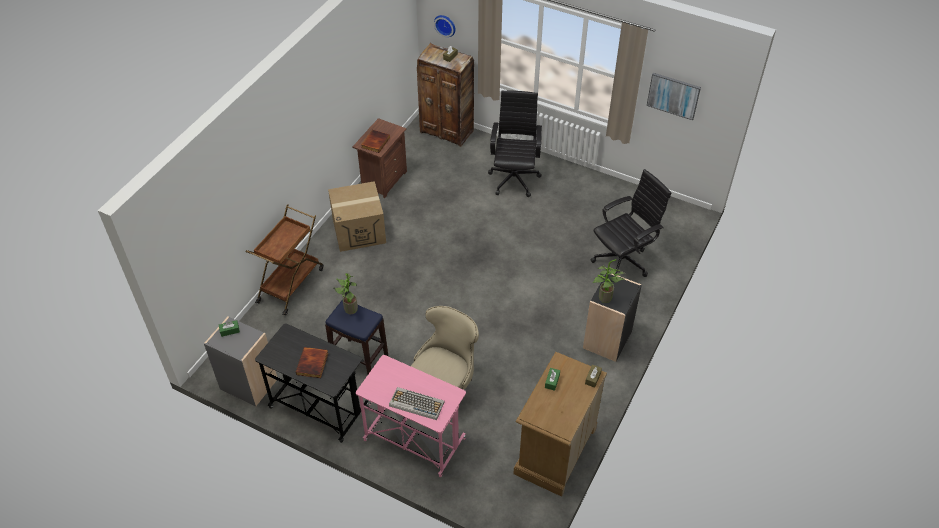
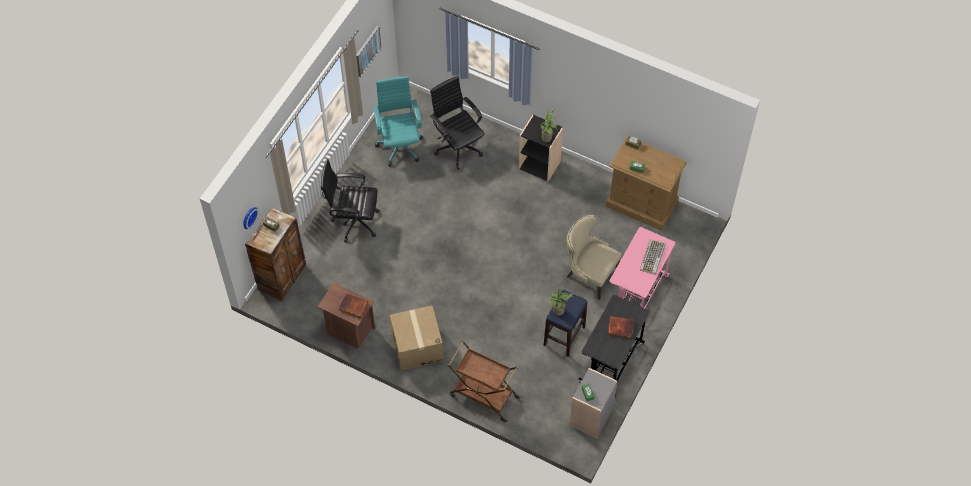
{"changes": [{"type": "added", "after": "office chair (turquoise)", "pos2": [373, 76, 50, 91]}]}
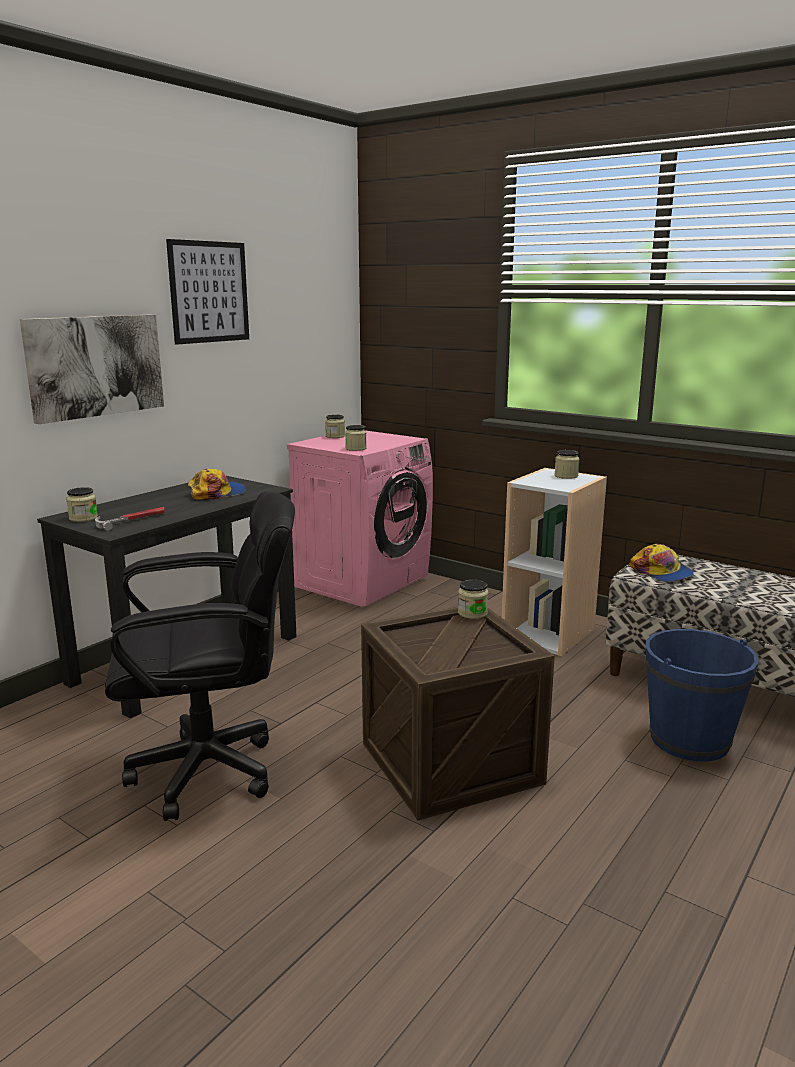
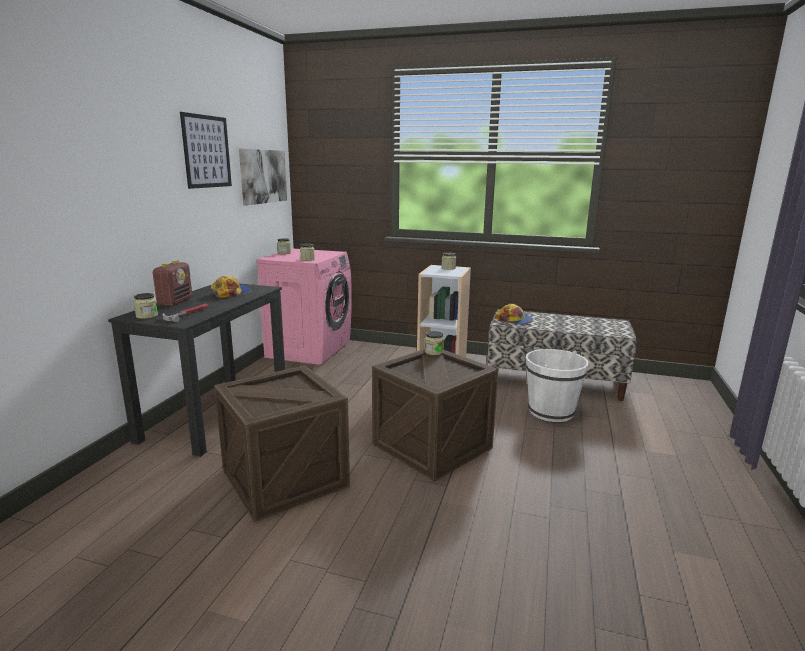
{"changes": [{"type": "moved", "before": "picture", "pos1": [20, 314, 144, 110], "pos2": [239, 149, 48, 56]}, {"type": "replaced", "before": "office chair (black-coloured)", "after": "shipping crate", "pos1": [105, 491, 190, 330], "pos2": [214, 366, 136, 156]}, {"type": "recoloured", "before": "bucket (blue-coloured)", "after": "bucket (whitish)", "pos1": [645, 629, 114, 132], "pos2": [526, 349, 63, 73]}, {"type": "added", "after": "radio receiver", "pos2": [153, 260, 39, 46]}]}
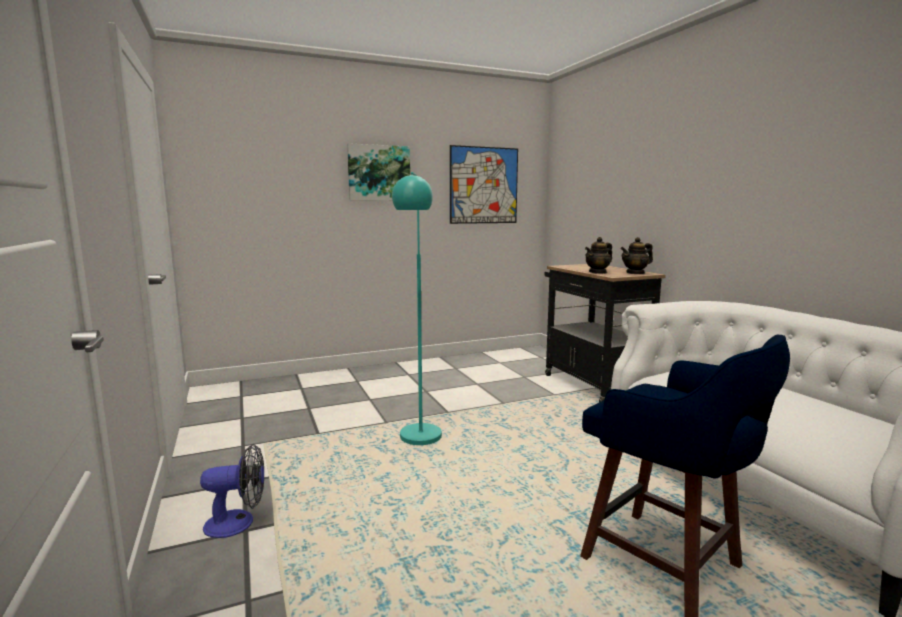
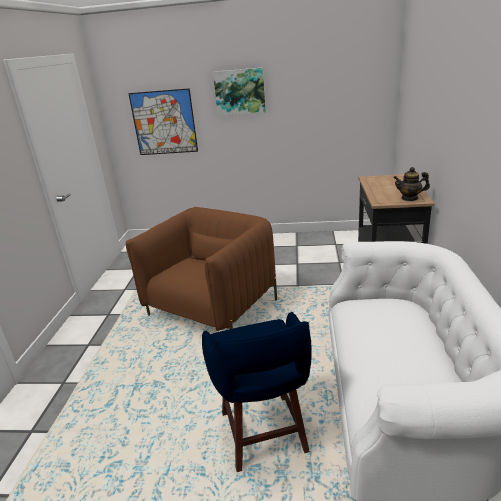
{"changes": [{"type": "moved", "before": "picture", "pos1": [450, 145, 68, 79], "pos2": [128, 88, 70, 67]}, {"type": "replaced", "before": "standing lamp (turquoise)", "after": "easy chair (brown-coloured)", "pos1": [392, 172, 50, 273], "pos2": [126, 207, 151, 124]}, {"type": "removed", "before": "tea pot", "pos1": [585, 237, 27, 37]}, {"type": "removed", "before": "fan", "pos1": [200, 444, 64, 94]}]}
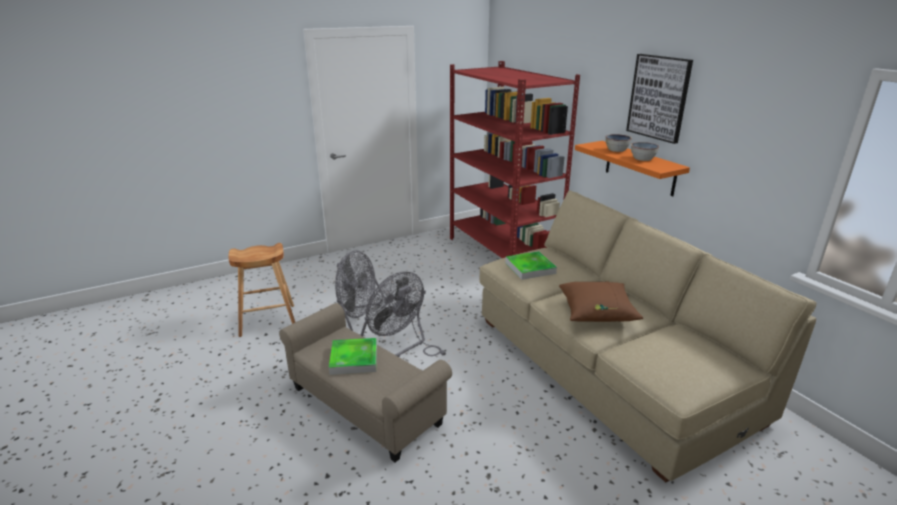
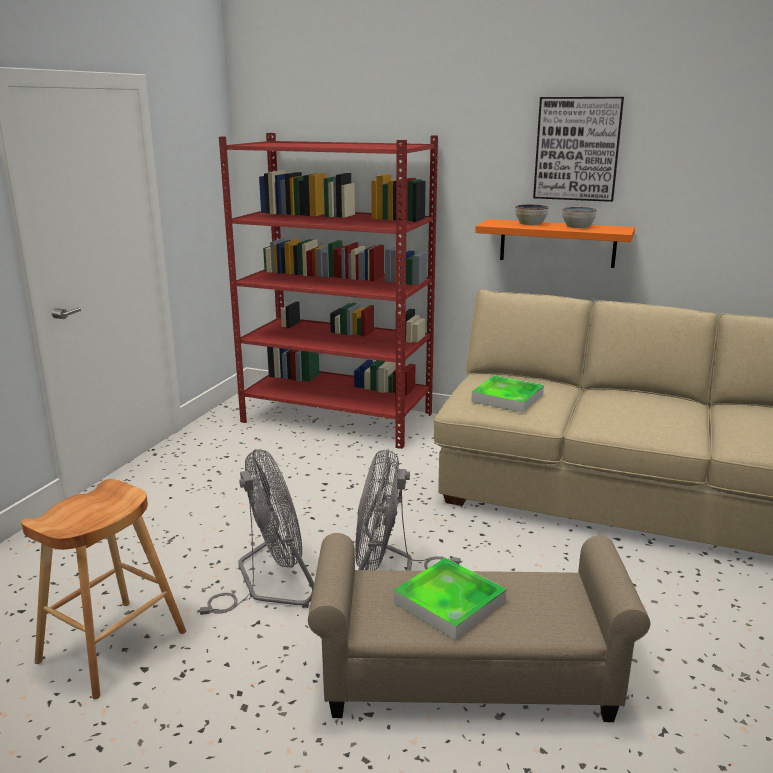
{"changes": [{"type": "removed", "before": "cushion (brown-coloured)", "pos1": [559, 282, 84, 40]}]}
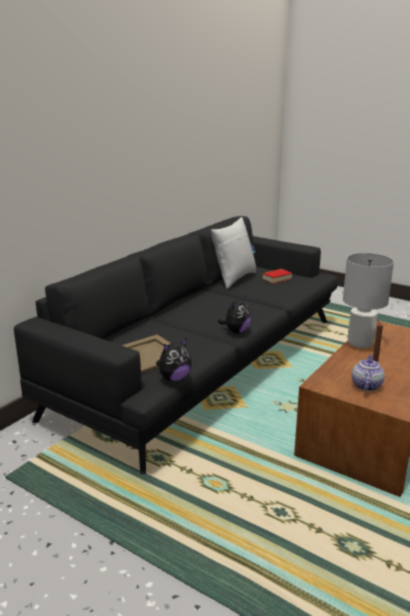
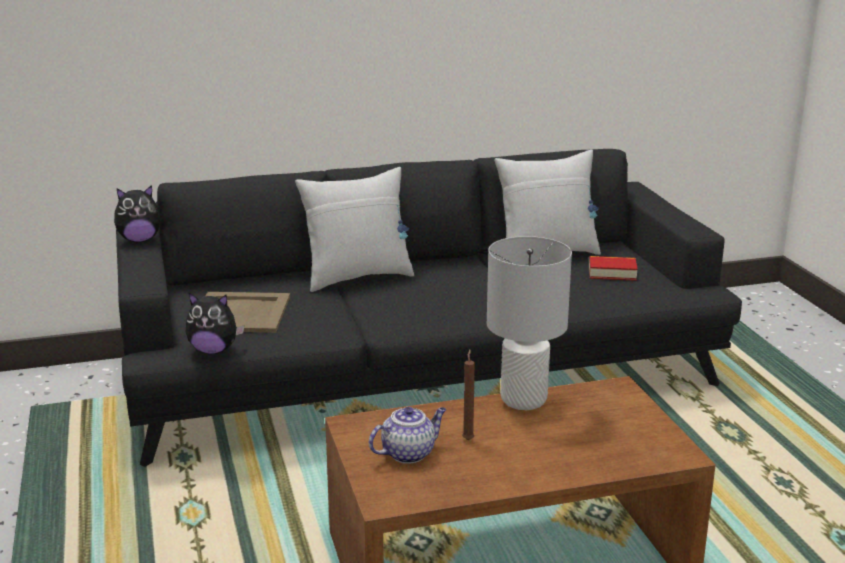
{"changes": [{"type": "moved", "before": "cuddly toy", "pos1": [218, 295, 33, 38], "pos2": [114, 185, 47, 57]}, {"type": "added", "after": "cushion (gray)", "pos2": [295, 167, 119, 125]}]}
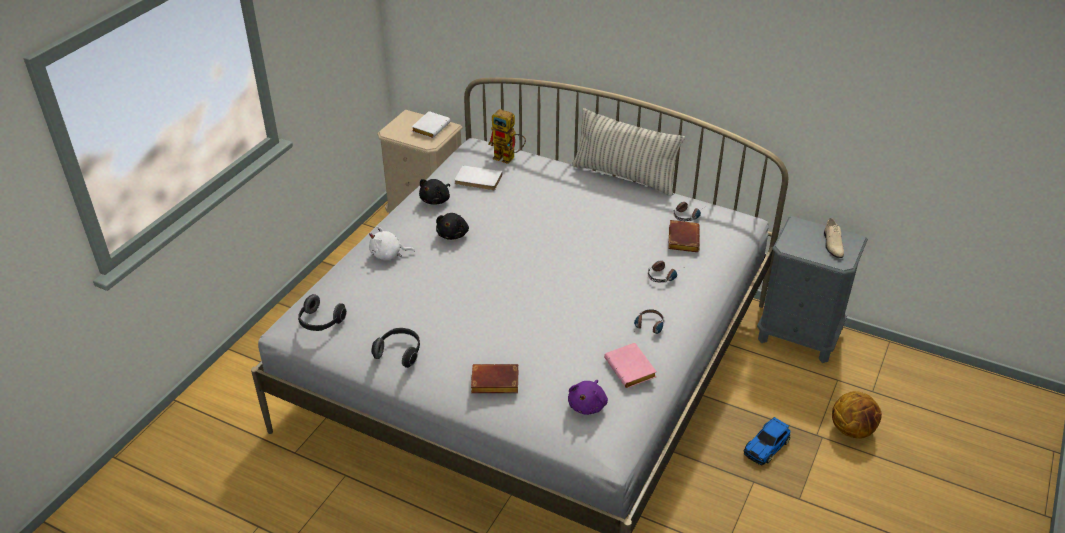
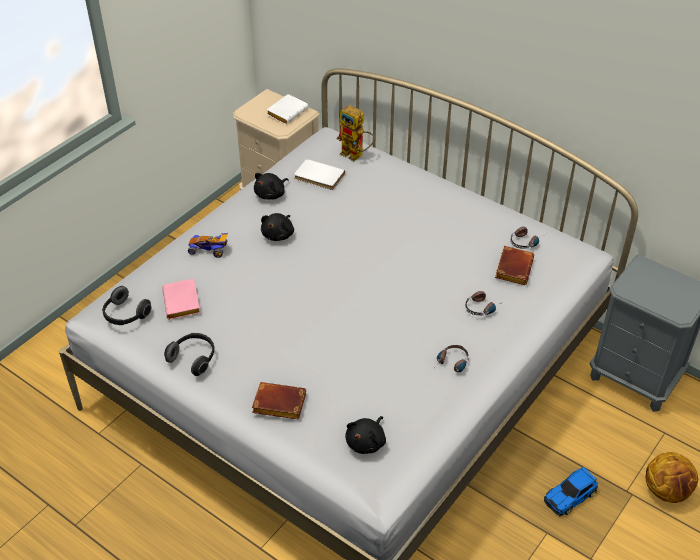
{"changes": [{"type": "removed", "before": "cushion", "pos1": [572, 108, 113, 88]}, {"type": "removed", "before": "item of footwear (sand-coloured)", "pos1": [824, 218, 20, 40]}, {"type": "replaced", "before": "cuddly toy (whitish)", "after": "miniature car", "pos1": [369, 226, 46, 34], "pos2": [188, 233, 40, 25]}, {"type": "moved", "before": "volume (pink-coloured)", "pos1": [604, 343, 53, 45], "pos2": [162, 279, 39, 40]}, {"type": "recoloured", "before": "cuddly toy (purple)", "after": "cuddly toy (black-coloured)", "pos1": [568, 380, 40, 35], "pos2": [345, 416, 41, 38]}]}
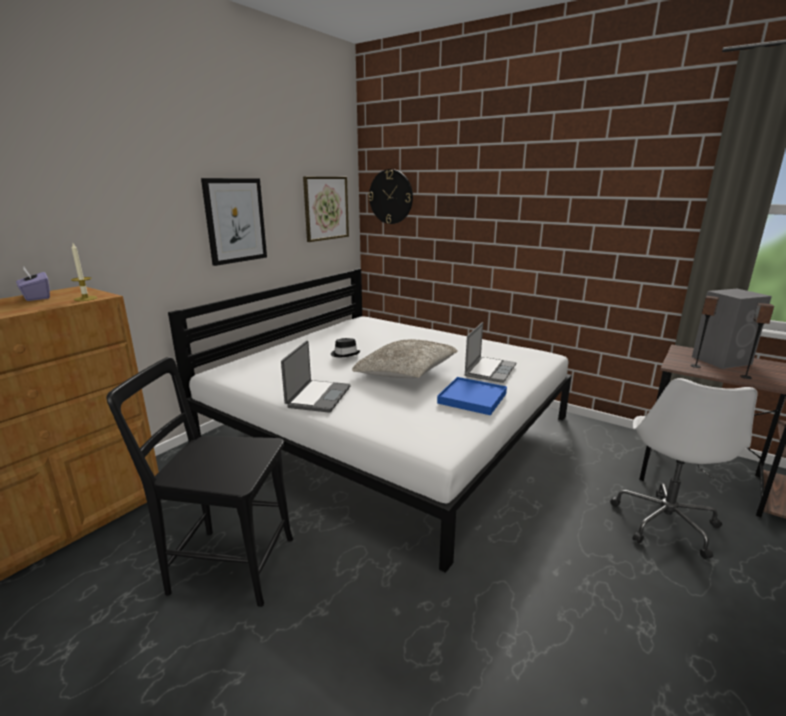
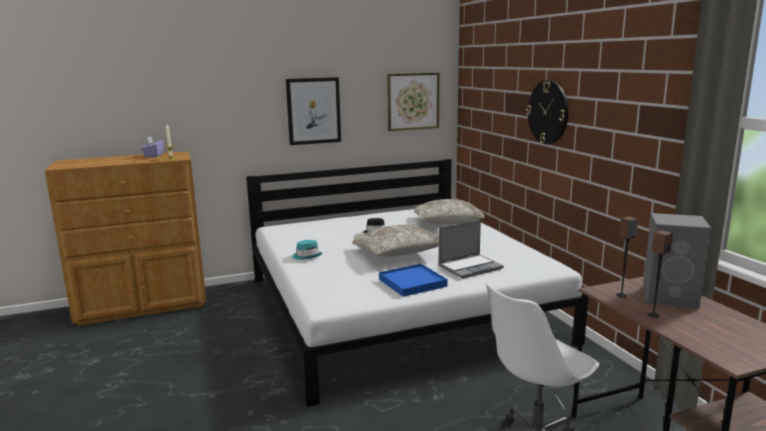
{"changes": [{"type": "moved", "before": "clock on the wall", "pos1": [368, 169, 45, 55], "pos2": [526, 80, 42, 64]}, {"type": "replaced", "before": "notebook computer", "after": "clothing hat (turquoise)", "pos1": [281, 341, 70, 72], "pos2": [292, 240, 30, 20]}, {"type": "removed", "before": "plain chair (black-coloured)", "pos1": [106, 357, 187, 250]}, {"type": "added", "after": "cushion (sand-coloured)", "pos2": [414, 199, 70, 25]}]}
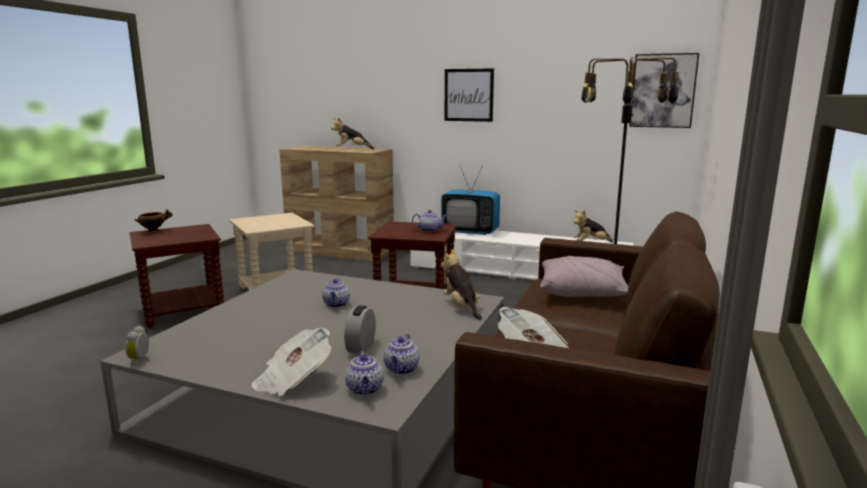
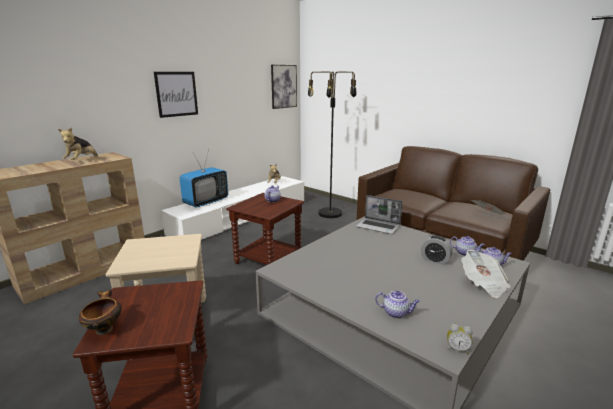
{"changes": [{"type": "replaced", "before": "cuddly toy", "after": "notebook computer", "pos1": [441, 249, 41, 71], "pos2": [356, 195, 47, 39]}, {"type": "removed", "before": "cushion (purple)", "pos1": [540, 256, 88, 41]}, {"type": "moved", "before": "tea pot", "pos1": [322, 278, 28, 30], "pos2": [375, 291, 45, 27]}]}
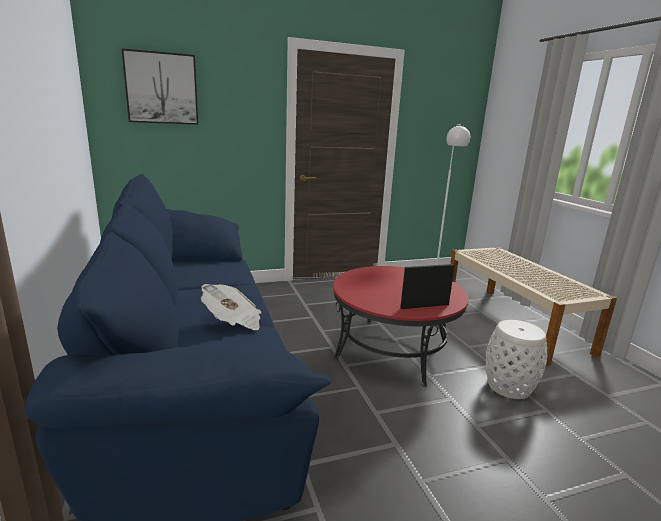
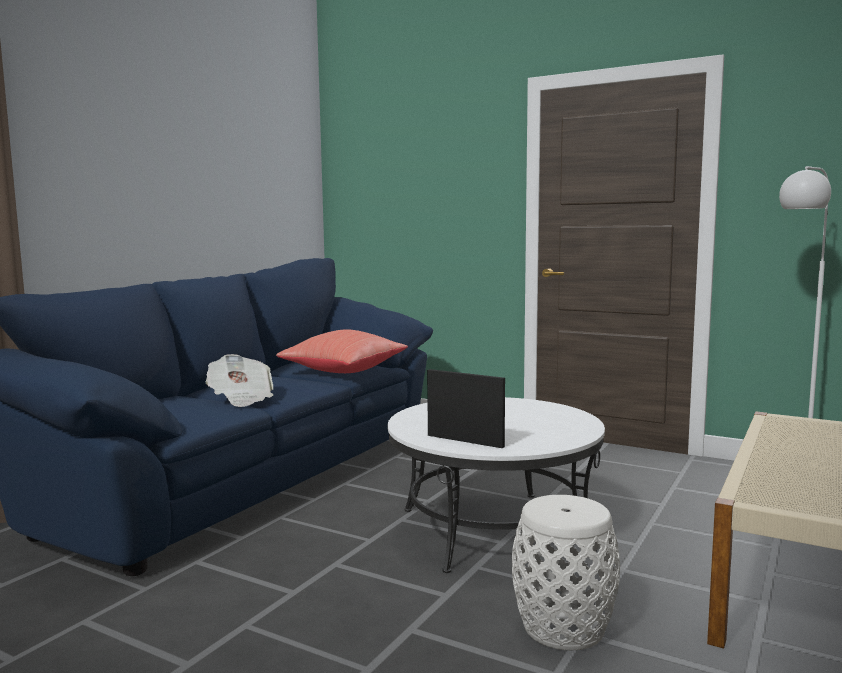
{"changes": [{"type": "removed", "before": "picture", "pos1": [121, 48, 77, 77]}, {"type": "recoloured", "before": "lounge table (reddish)", "after": "lounge table (whitish)", "pos1": [333, 266, 136, 120], "pos2": [387, 397, 218, 176]}, {"type": "added", "after": "cushion (reddish)", "pos2": [276, 329, 132, 44]}]}
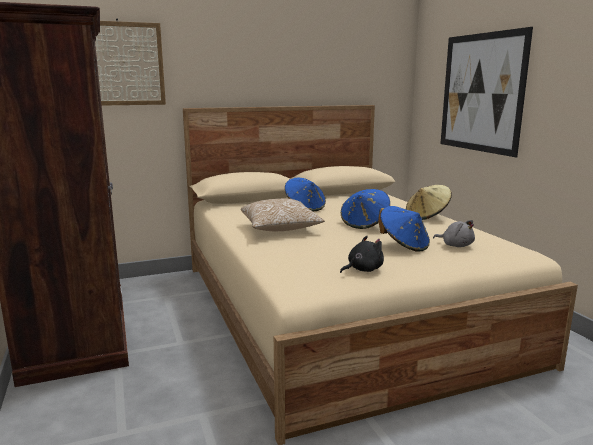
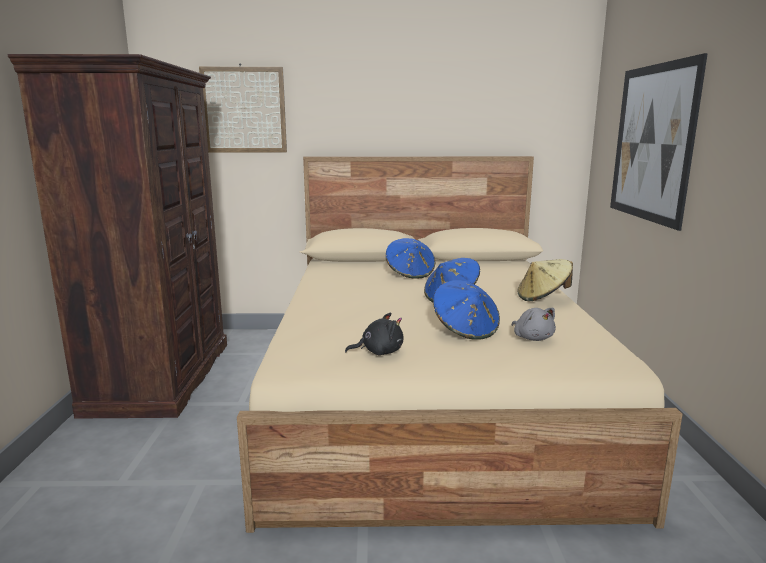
{"changes": [{"type": "removed", "before": "cushion", "pos1": [241, 199, 84, 32]}]}
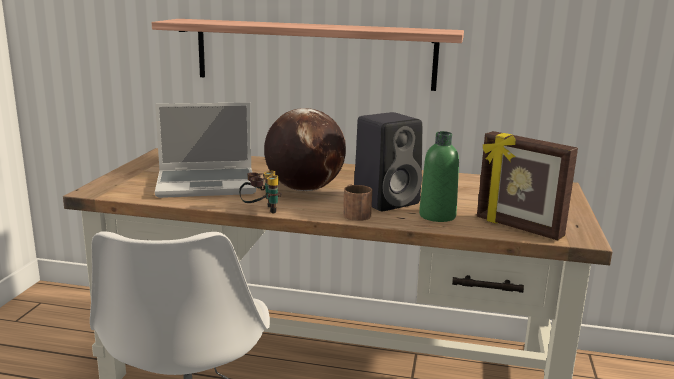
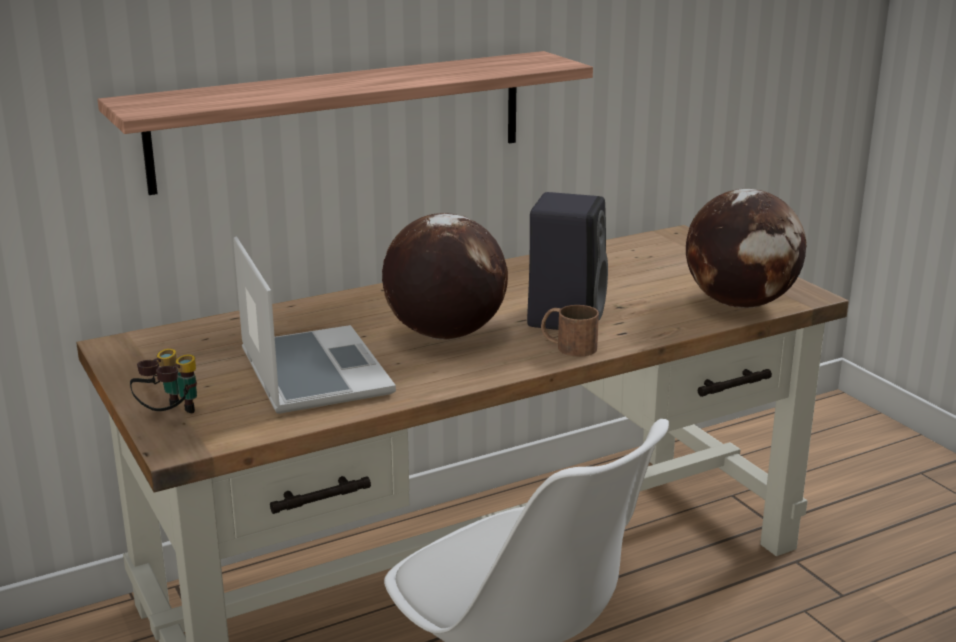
{"changes": [{"type": "turned", "before": "notebook computer", "pos1": [155, 103, 101, 95], "pos2": [233, 236, 163, 178], "turn": -60}, {"type": "removed", "before": "bottle (green)", "pos1": [419, 131, 40, 91]}, {"type": "replaced", "before": "standing frame", "after": "world globe", "pos1": [477, 131, 101, 109], "pos2": [686, 189, 121, 119]}, {"type": "moved", "before": "binoculars", "pos1": [239, 171, 43, 43], "pos2": [130, 349, 67, 64]}]}
